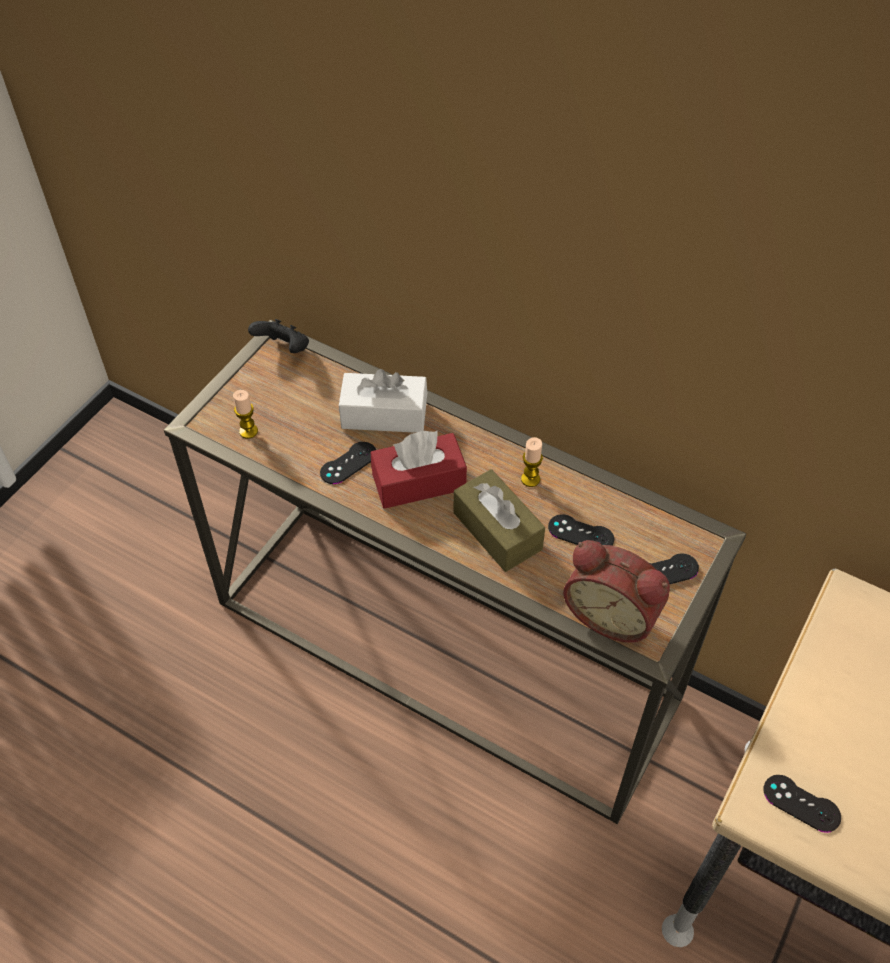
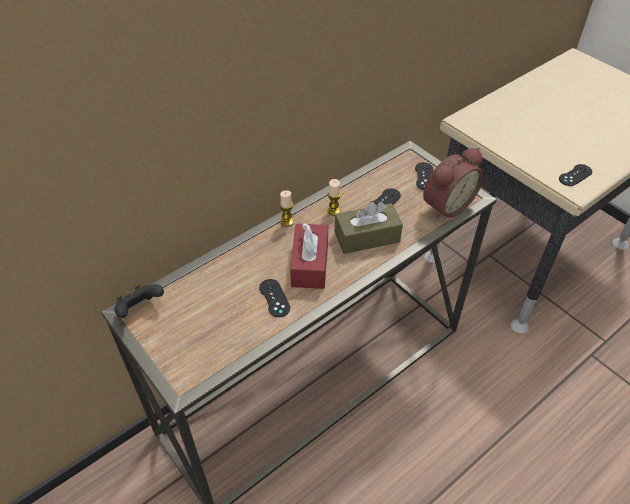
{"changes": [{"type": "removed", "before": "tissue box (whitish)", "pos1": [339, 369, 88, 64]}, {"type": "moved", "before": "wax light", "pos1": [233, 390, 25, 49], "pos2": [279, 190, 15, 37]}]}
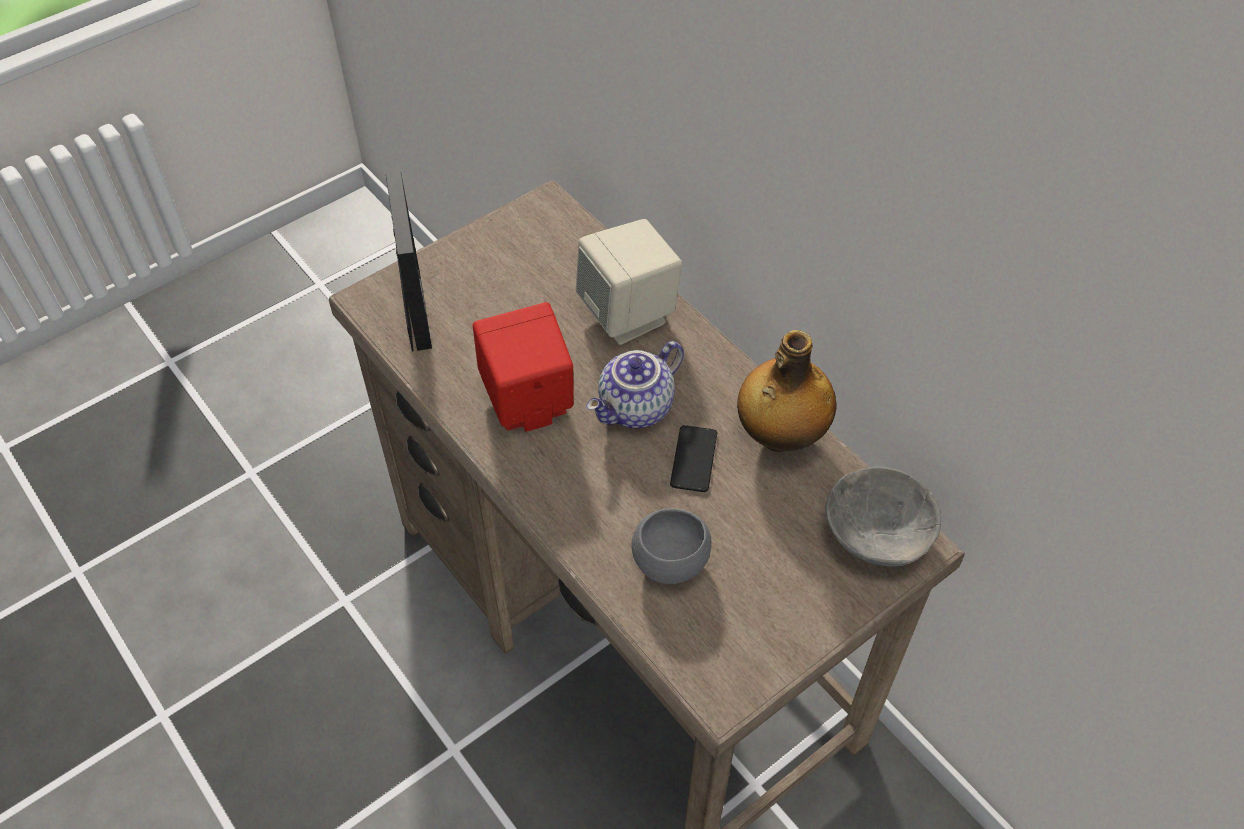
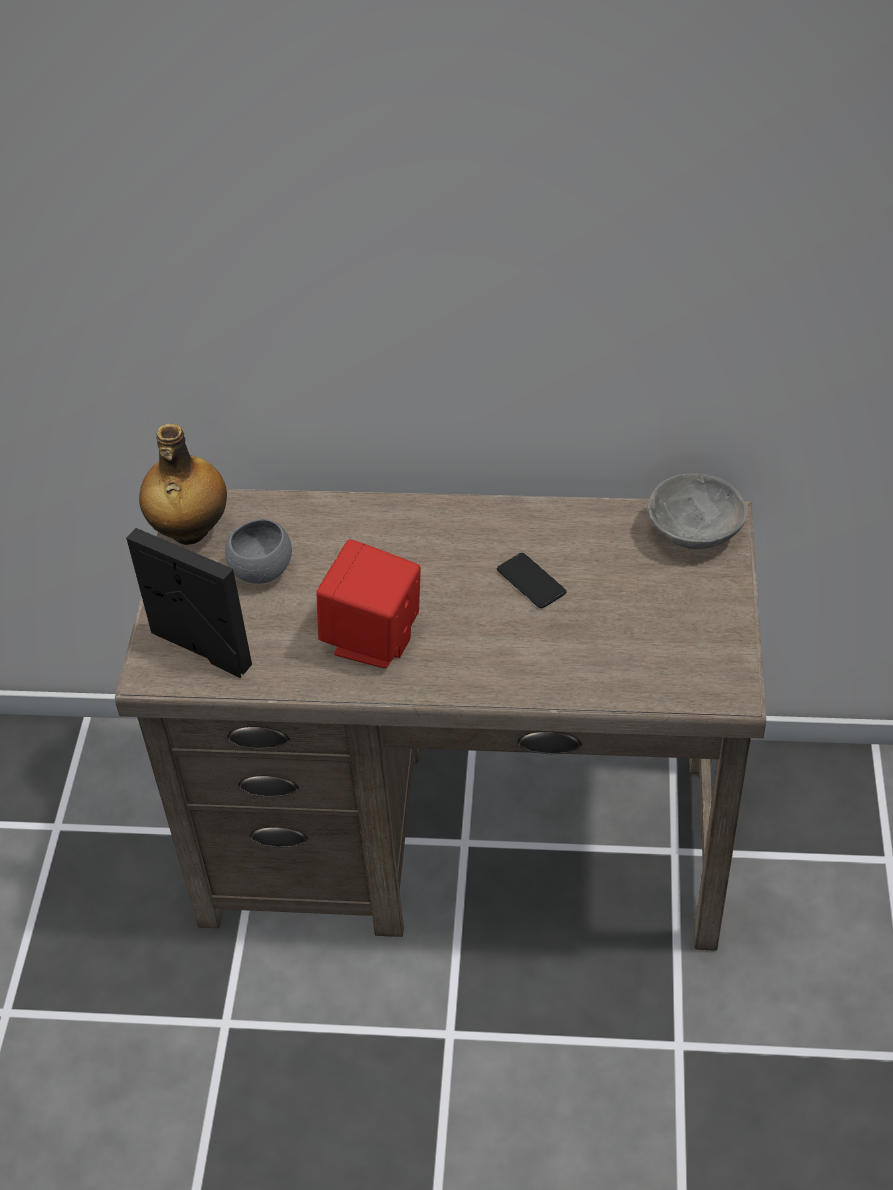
{"changes": [{"type": "removed", "before": "loudspeaker (sand-coloured)", "pos1": [576, 219, 106, 126]}, {"type": "moved", "before": "bottle", "pos1": [737, 330, 99, 122], "pos2": [139, 424, 88, 121]}, {"type": "removed", "before": "tea pot", "pos1": [586, 341, 98, 87]}, {"type": "moved", "before": "bowl (gray)", "pos1": [631, 508, 80, 76], "pos2": [225, 519, 67, 65]}]}
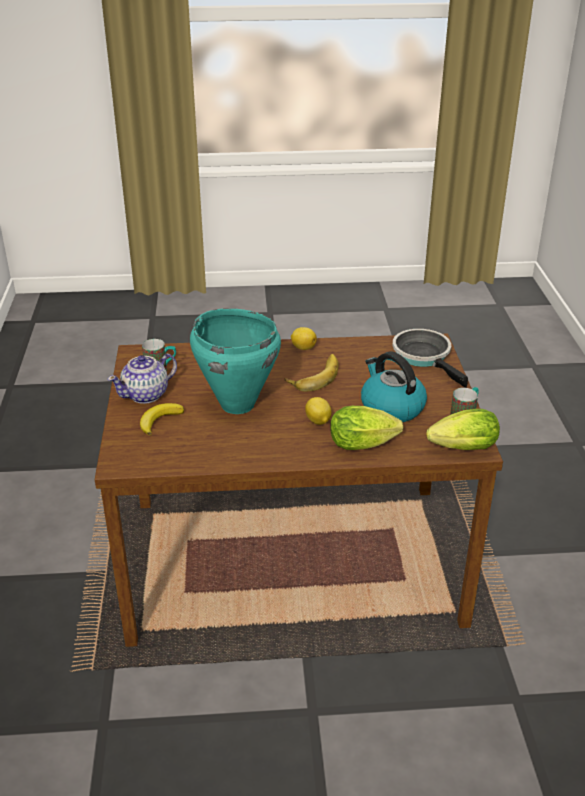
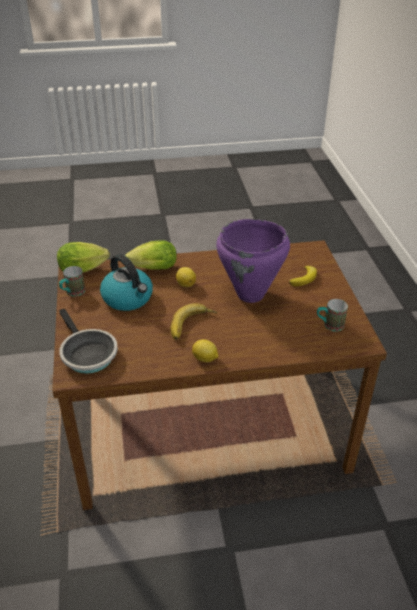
{"changes": [{"type": "recoloured", "before": "saucepot (turquoise)", "after": "saucepot (purple)", "pos1": [190, 308, 91, 106], "pos2": [216, 219, 74, 84]}, {"type": "removed", "before": "tea pot", "pos1": [108, 353, 69, 51]}]}
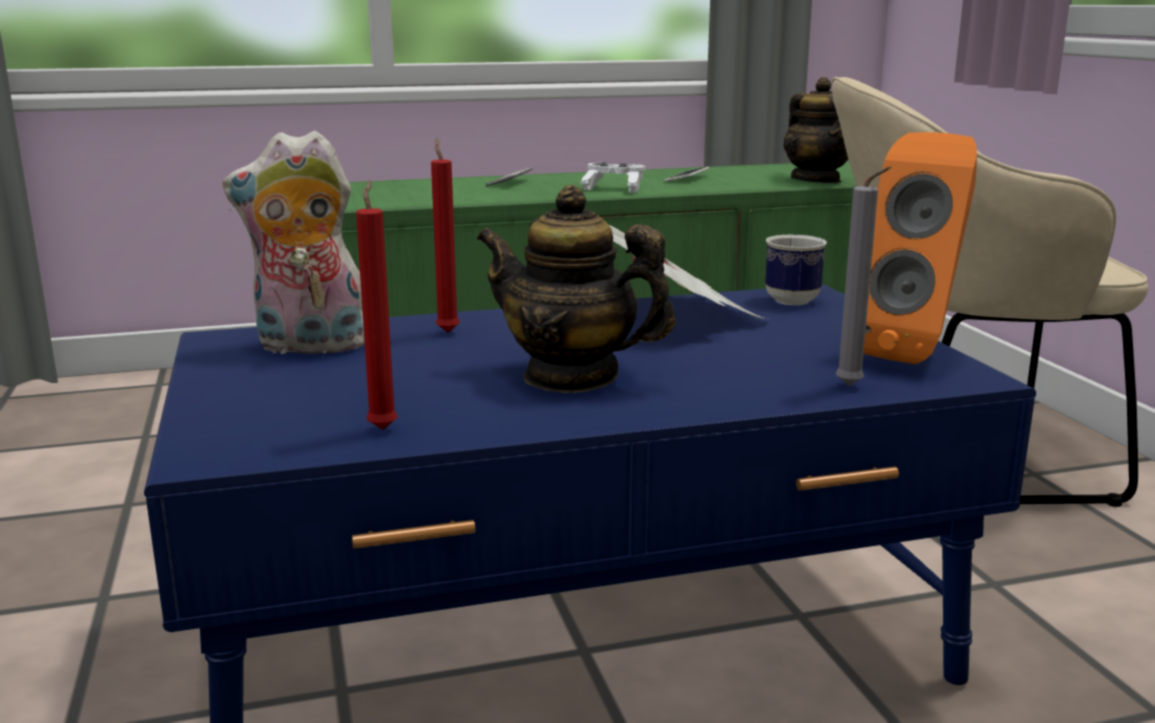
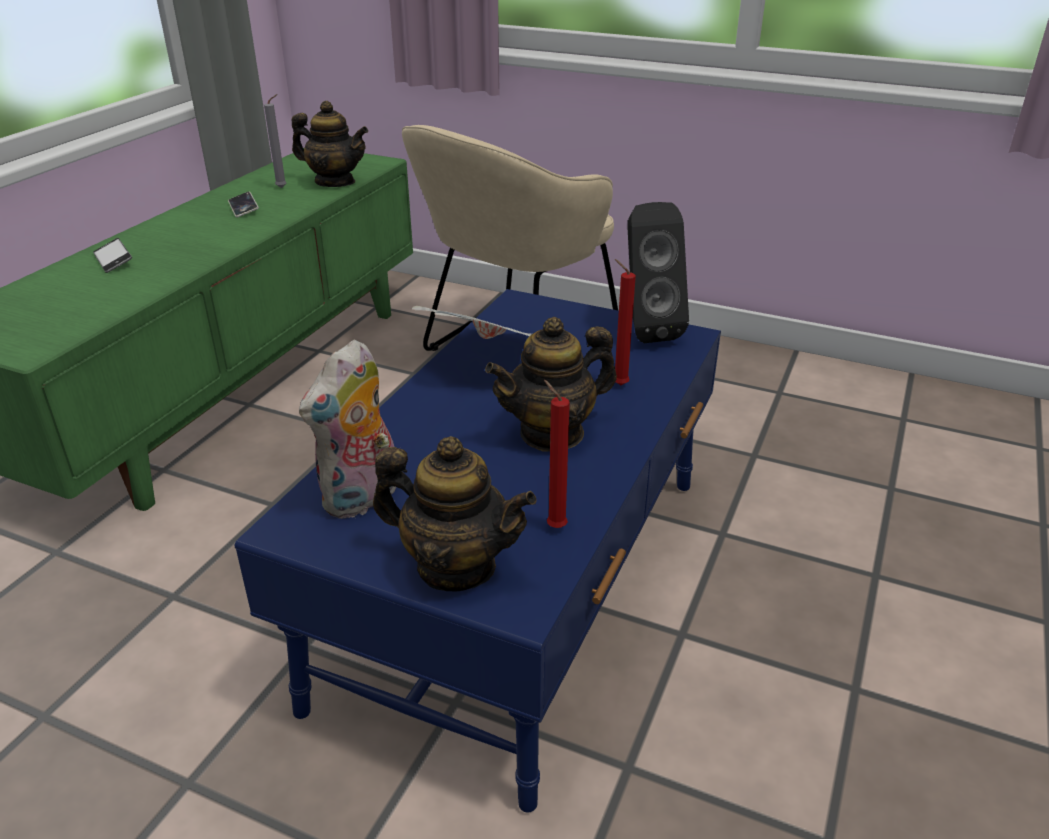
{"changes": [{"type": "recoloured", "before": "loudspeaker (orange-coloured)", "after": "loudspeaker (black-coloured)", "pos1": [864, 132, 113, 232], "pos2": [627, 202, 62, 141]}, {"type": "moved", "before": "wax light (reddish)", "pos1": [431, 138, 29, 195], "pos2": [615, 259, 21, 126]}, {"type": "removed", "before": "game controller (whitish)", "pos1": [580, 163, 65, 30]}, {"type": "moved", "before": "wax light (gray)", "pos1": [836, 167, 55, 219], "pos2": [264, 94, 22, 94]}, {"type": "removed", "before": "mug", "pos1": [765, 235, 62, 70]}, {"type": "added", "after": "tea pot", "pos2": [373, 436, 164, 155]}]}
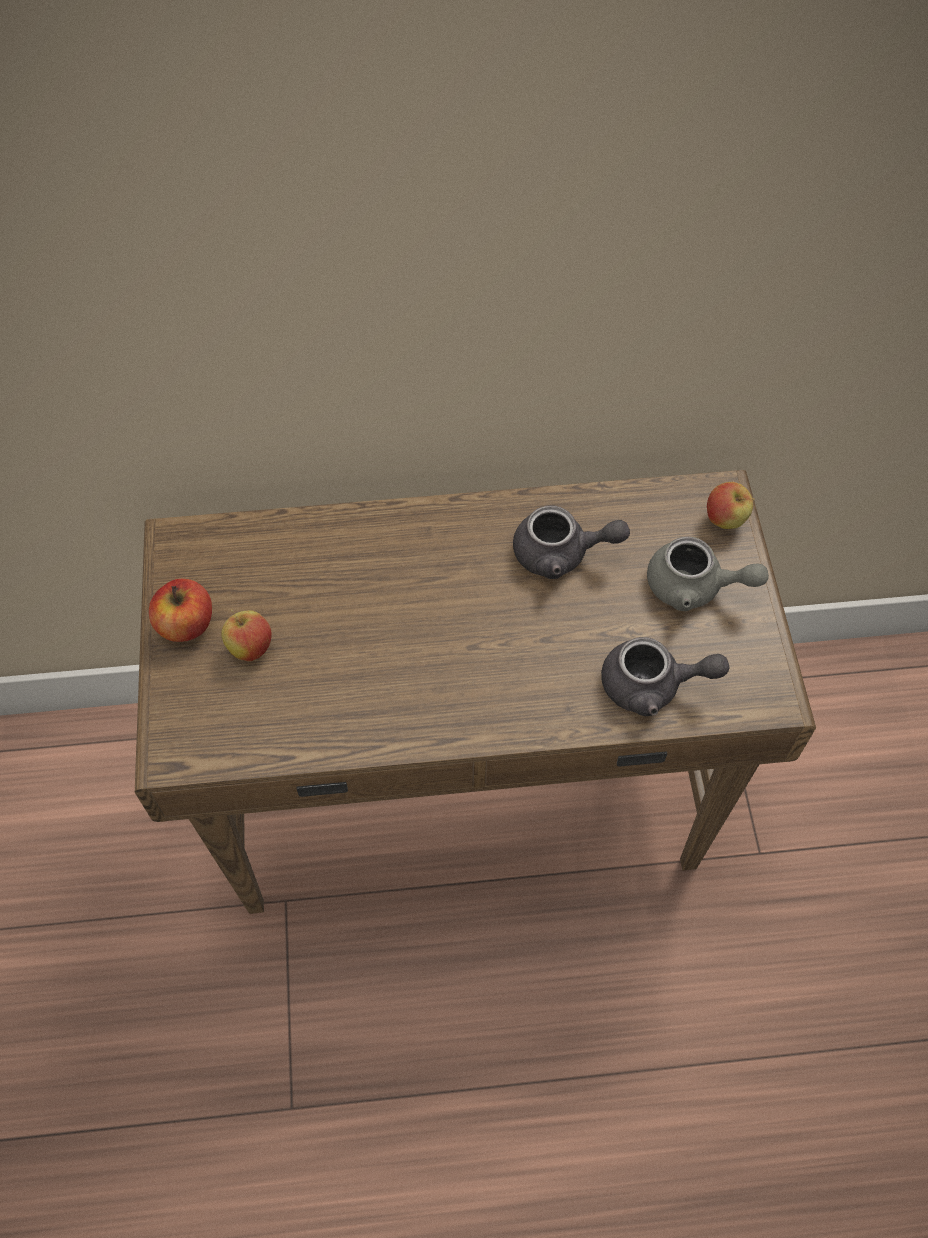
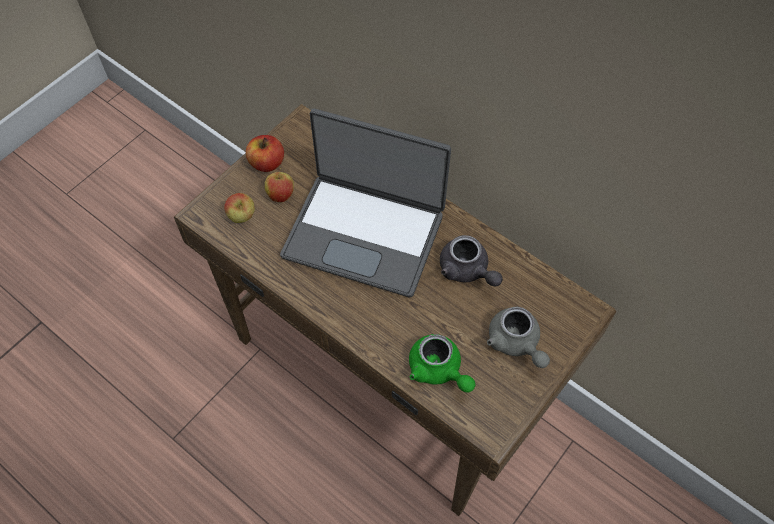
{"changes": [{"type": "moved", "before": "whole apple", "pos1": [707, 482, 48, 47], "pos2": [224, 193, 31, 30]}, {"type": "recoloured", "before": "tea pot (gray)", "after": "tea pot (green)", "pos1": [601, 637, 129, 79], "pos2": [409, 334, 66, 59]}, {"type": "added", "after": "notebook computer", "pos2": [280, 109, 171, 188]}]}
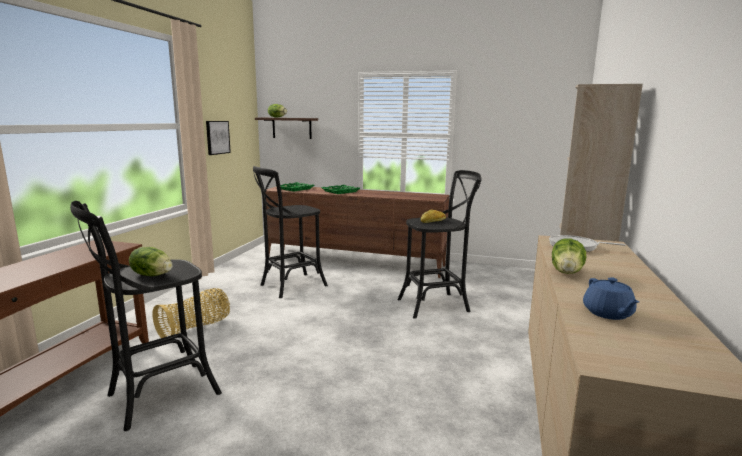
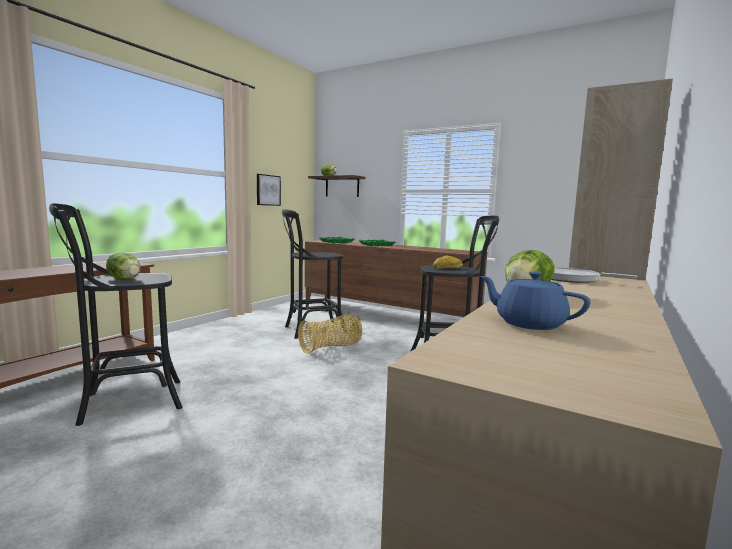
{"changes": [{"type": "turned", "before": "tea pot (blue-coloured)", "pos1": [583, 277, 56, 43], "pos2": [480, 272, 110, 58], "turn": 120}, {"type": "moved", "before": "storage basket", "pos1": [153, 288, 77, 50], "pos2": [298, 315, 64, 39]}]}
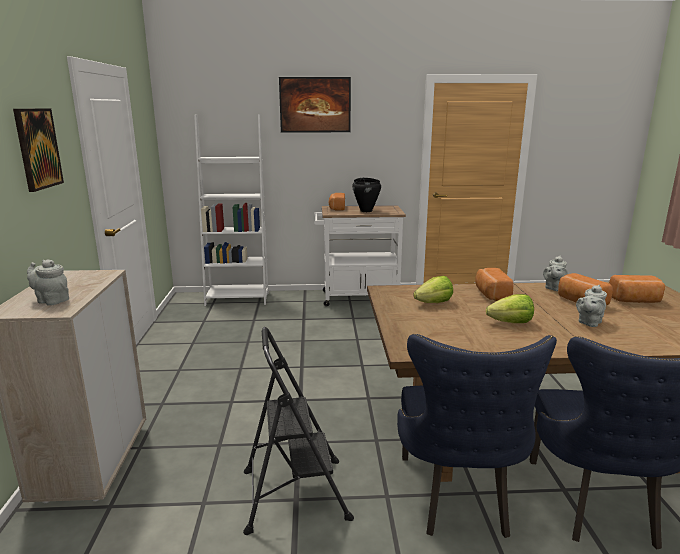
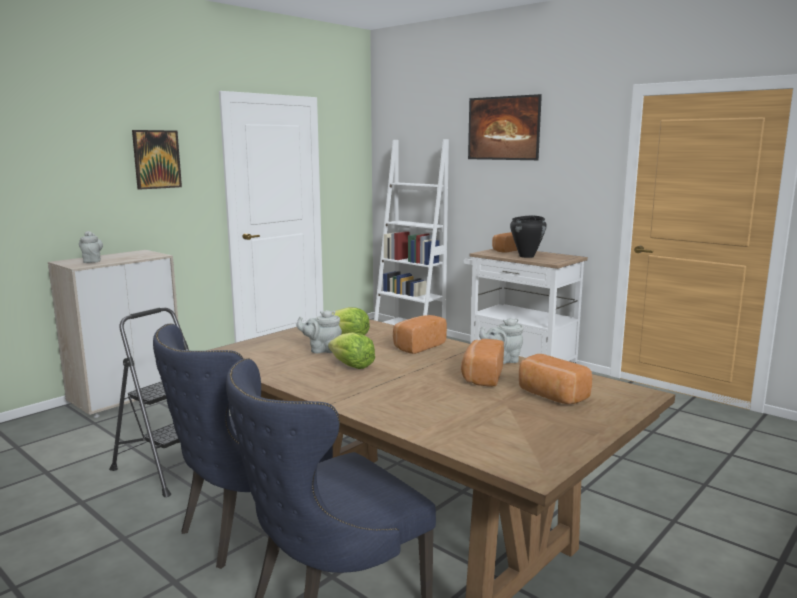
{"changes": [{"type": "moved", "before": "tea pot (gray)", "pos1": [576, 285, 31, 42], "pos2": [296, 310, 46, 43]}]}
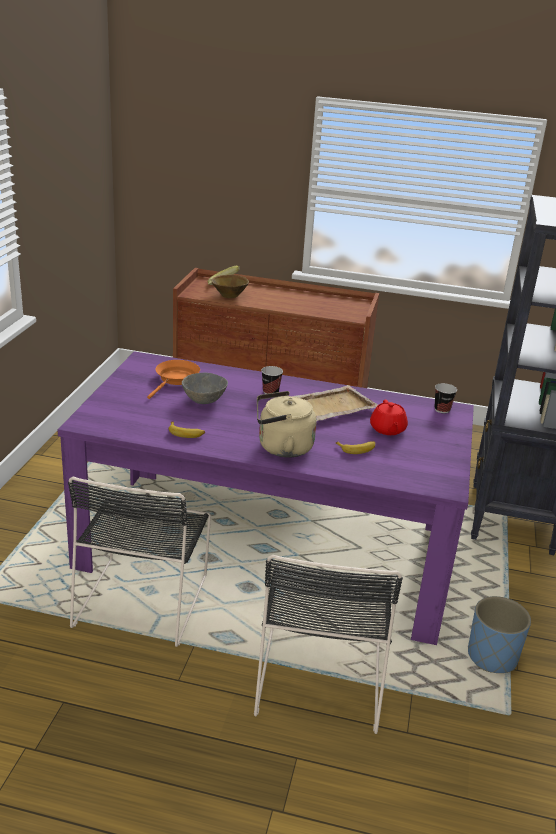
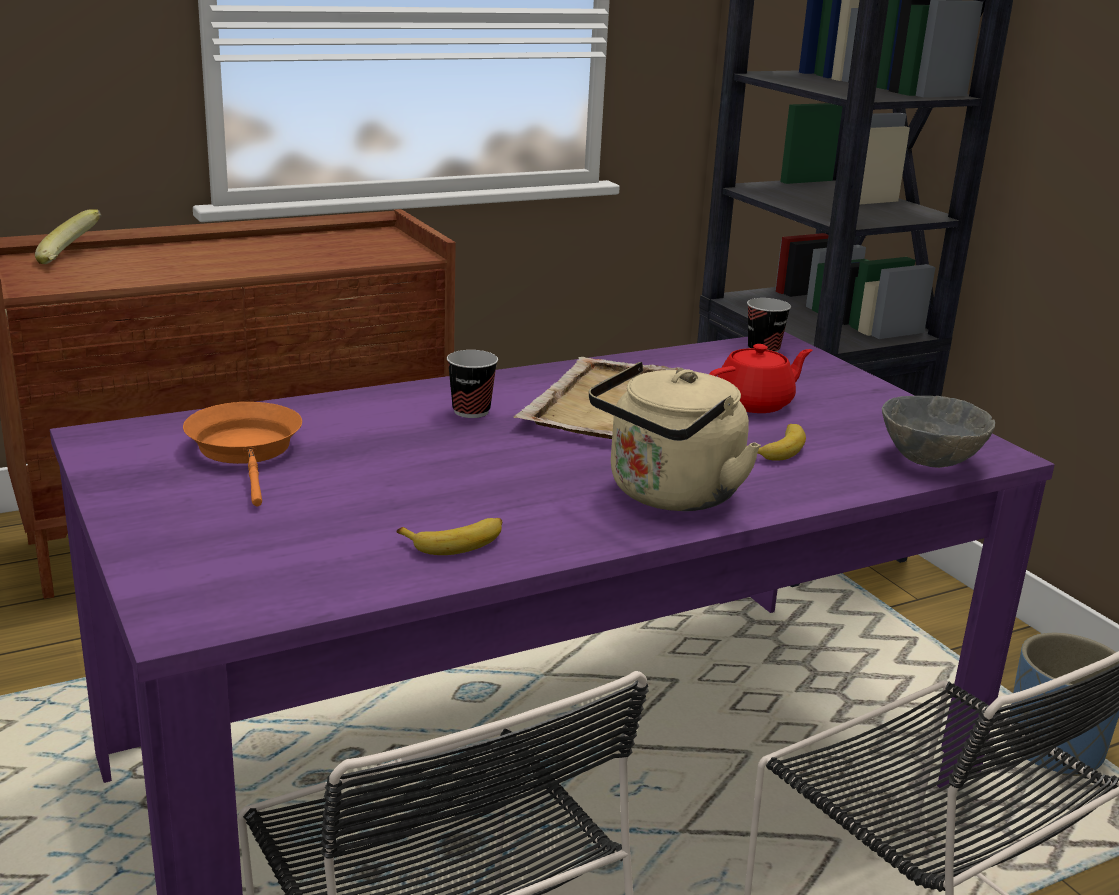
{"changes": [{"type": "removed", "before": "bowl (brown-coloured)", "pos1": [211, 275, 38, 23]}, {"type": "moved", "before": "bowl (gray)", "pos1": [182, 373, 46, 31], "pos2": [882, 396, 113, 72]}, {"type": "turned", "before": "tea pot (reddish)", "pos1": [370, 400, 38, 35], "pos2": [709, 344, 104, 69], "turn": -75}]}
